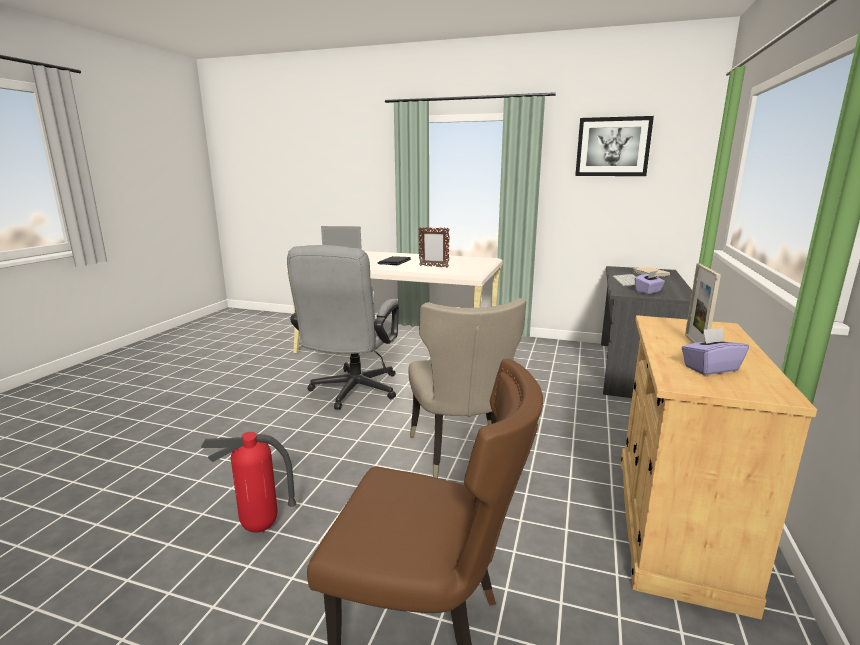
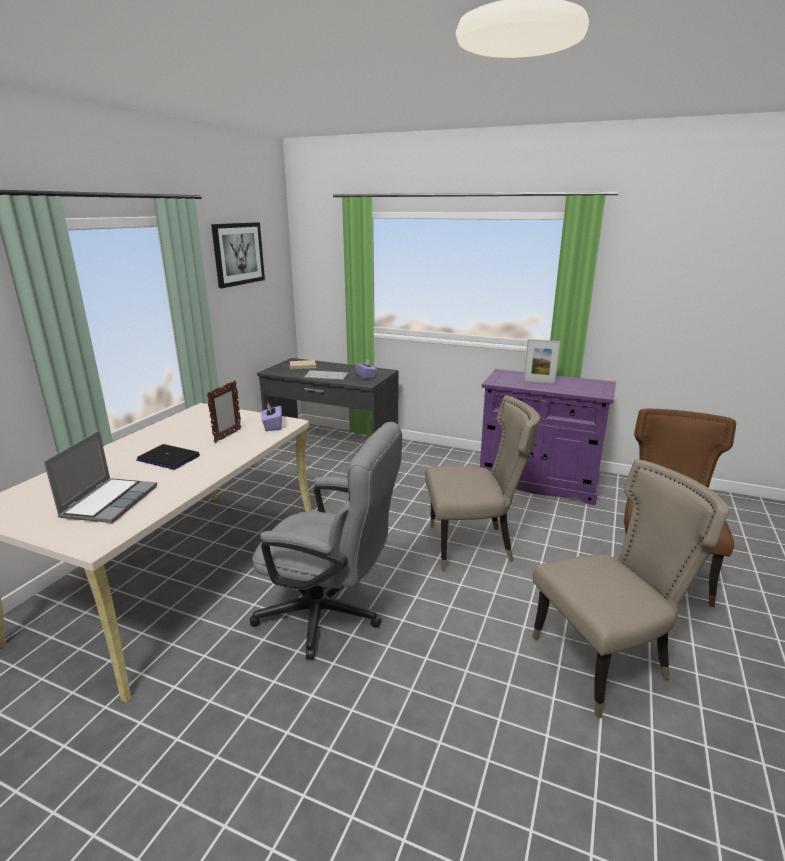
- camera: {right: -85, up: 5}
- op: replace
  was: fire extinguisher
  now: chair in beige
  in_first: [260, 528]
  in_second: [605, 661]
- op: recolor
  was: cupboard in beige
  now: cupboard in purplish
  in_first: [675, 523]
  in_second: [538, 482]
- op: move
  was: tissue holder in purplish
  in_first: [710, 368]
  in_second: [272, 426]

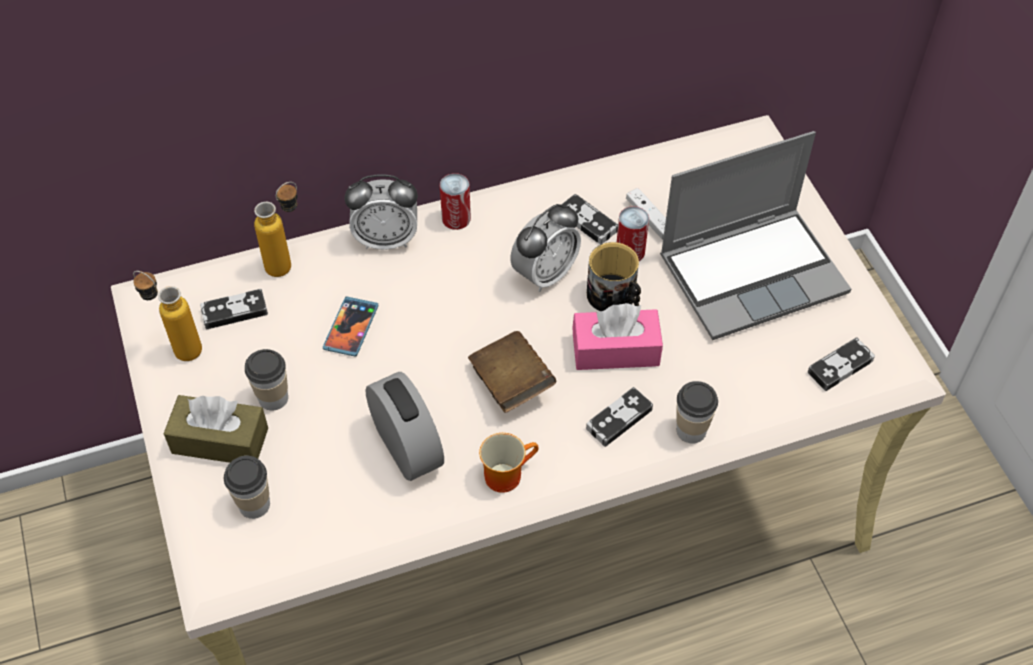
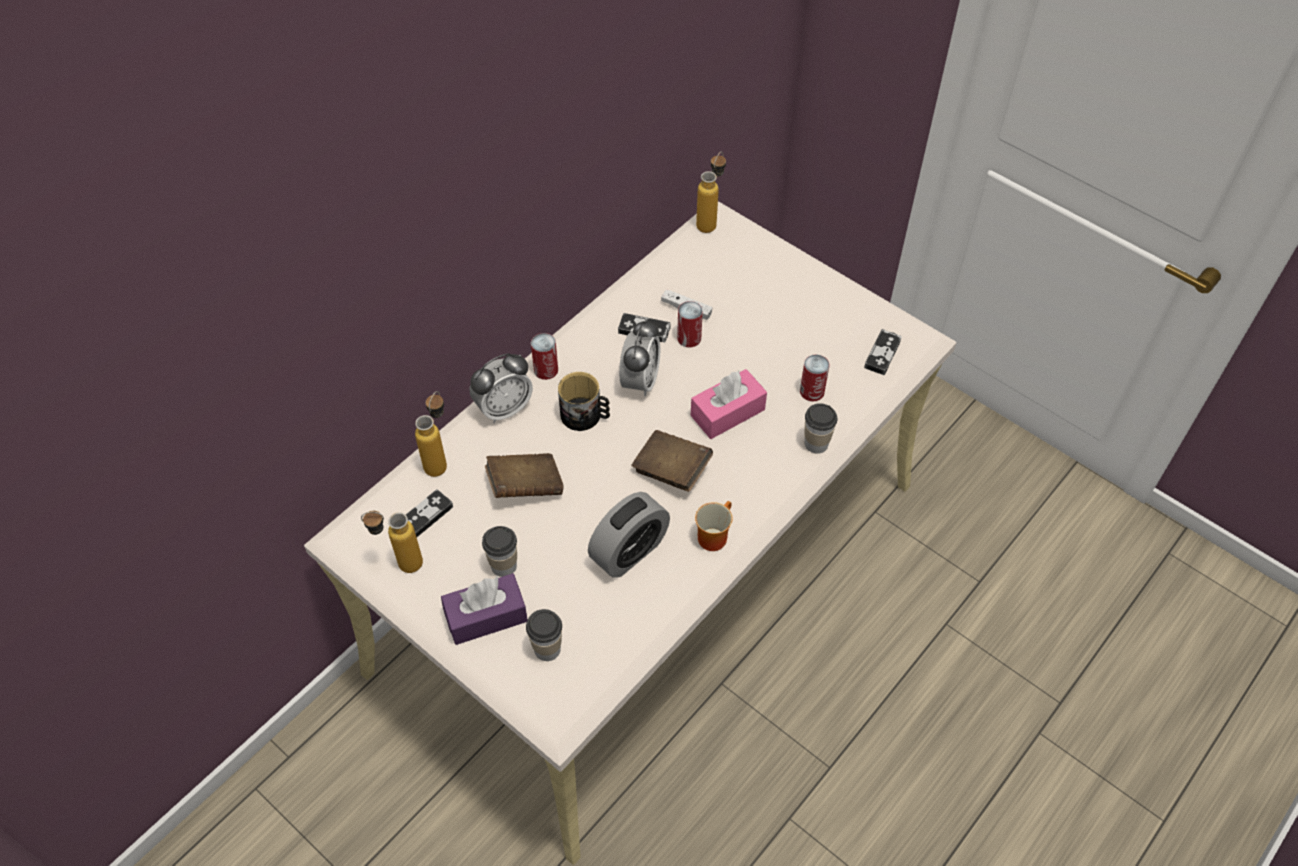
- camera: {right: -30, up: 0}
- op: recolor
  was: tissue holder in brown-coloured
  now: tissue holder in purplish
  in_first: [220, 440]
  in_second: [486, 616]
- op: replace
  was: telephone
  now: bound book in brown-coloured
  in_first: [351, 328]
  in_second: [525, 486]
- op: rotate
  was: bedside clock
  in_first: [407, 447]
  in_second: [629, 551]
  clockwise: 105
- op: delete
  was: joypad
  in_first: [619, 419]
- op: move
  was: mug
  in_first: [615, 298]
  in_second: [585, 415]
- op: delete
  was: laptop
  in_first: [753, 273]
- op: insert
  now: drink bottle
  in_second: [710, 221]
- op: insert
  now: sealed can
  in_second: [812, 391]

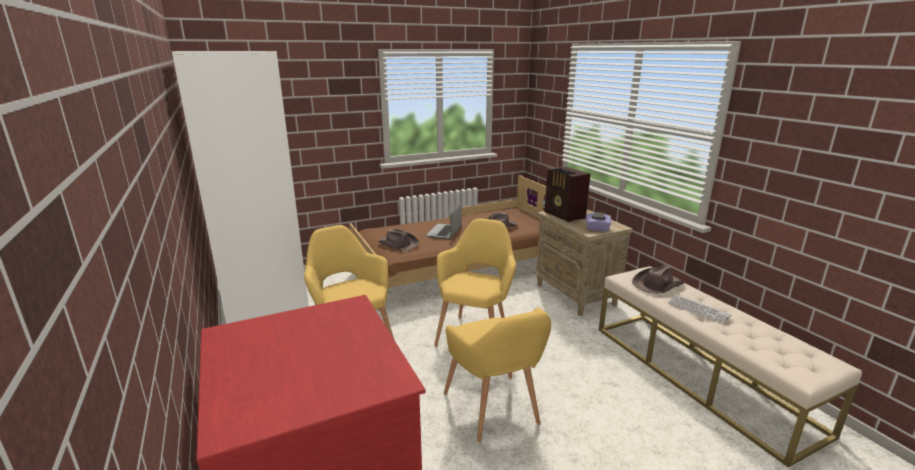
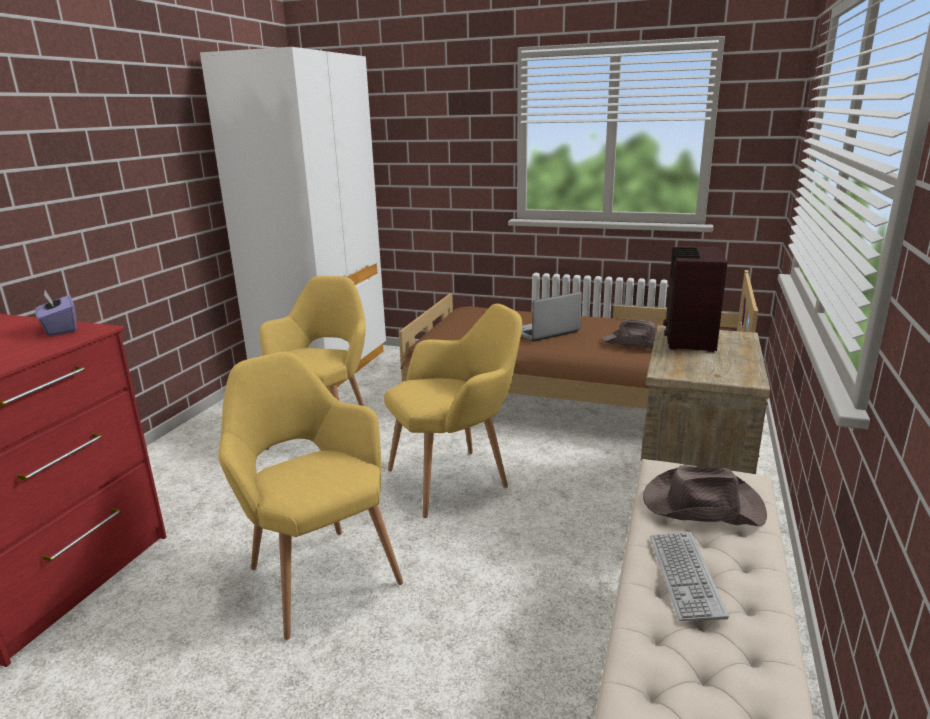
- camera: {right: 45, up: 0}
- op: delete
  was: clothing hat in brown-coloured
  in_first: [398, 244]
- op: rotate
  was: armchair in yellow
  in_first: [495, 412]
  in_second: [317, 572]
  clockwise: 120
- op: move
  was: tissue holder in purplish
  in_first: [597, 229]
  in_second: [60, 329]

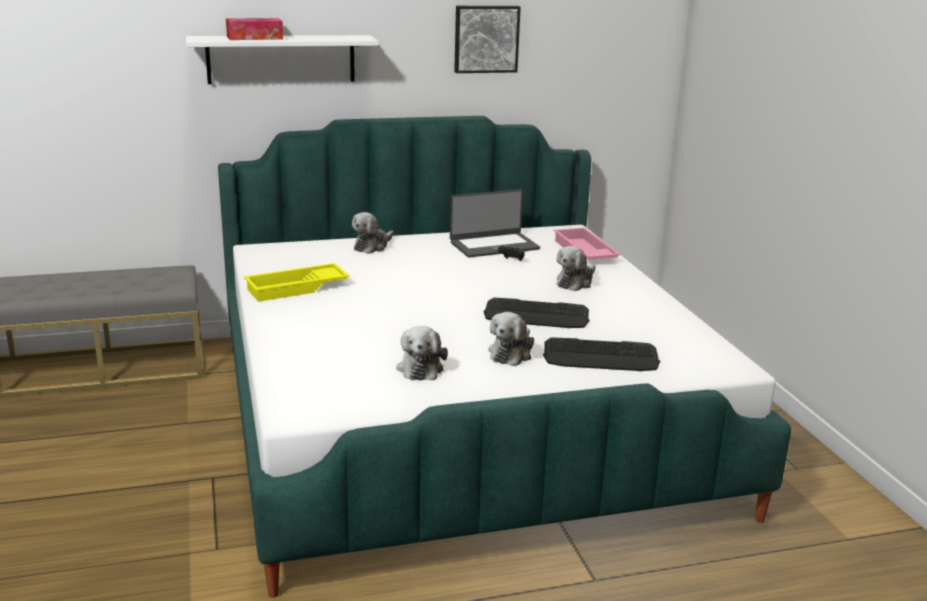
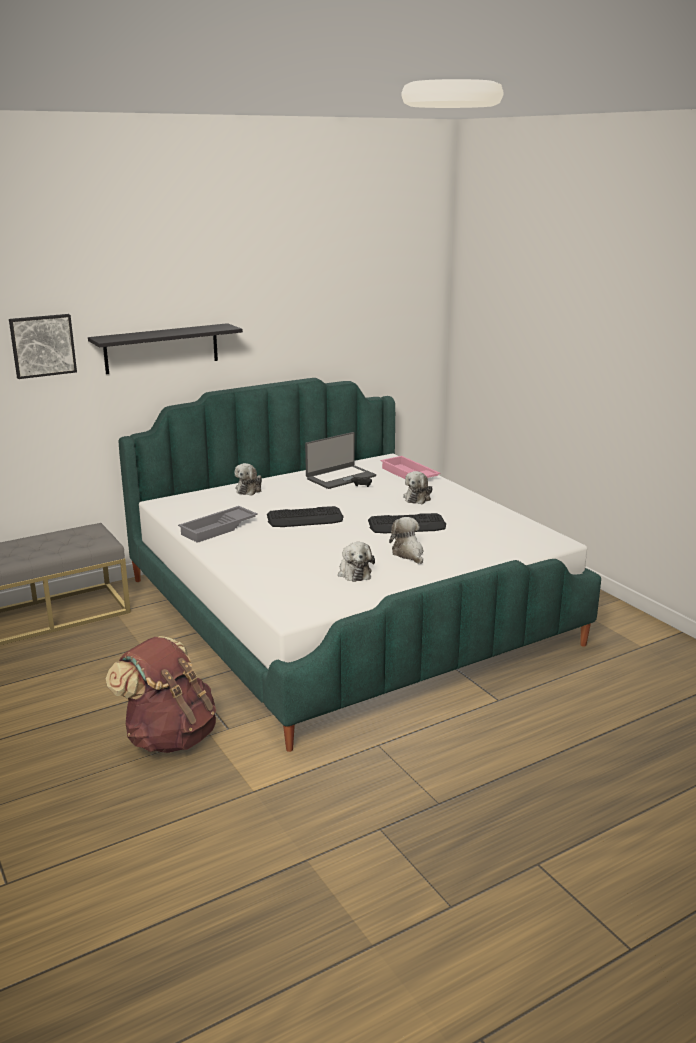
- camera: {right: -15, up: 0}
- op: recolor
  was: shelf in white-coloured
  now: shelf in black-coloured
  in_first: [281, 59]
  in_second: [161, 348]
- op: delete
  was: tissue holder
  in_first: [255, 38]
- op: recolor
  was: tray in yellow
  now: tray in gray
  in_first: [297, 288]
  in_second: [219, 529]
- op: move
  was: wall picture
  in_first: [486, 39]
  in_second: [42, 345]
- op: rotate
  was: cuddly toy
  in_first: [511, 353]
  in_second: [408, 554]
  clockwise: 150
- op: move
  was: keyboard
  in_first: [601, 357]
  in_second: [305, 518]
- op: insert
  now: knapsack in brown-coloured
  in_second: [169, 737]

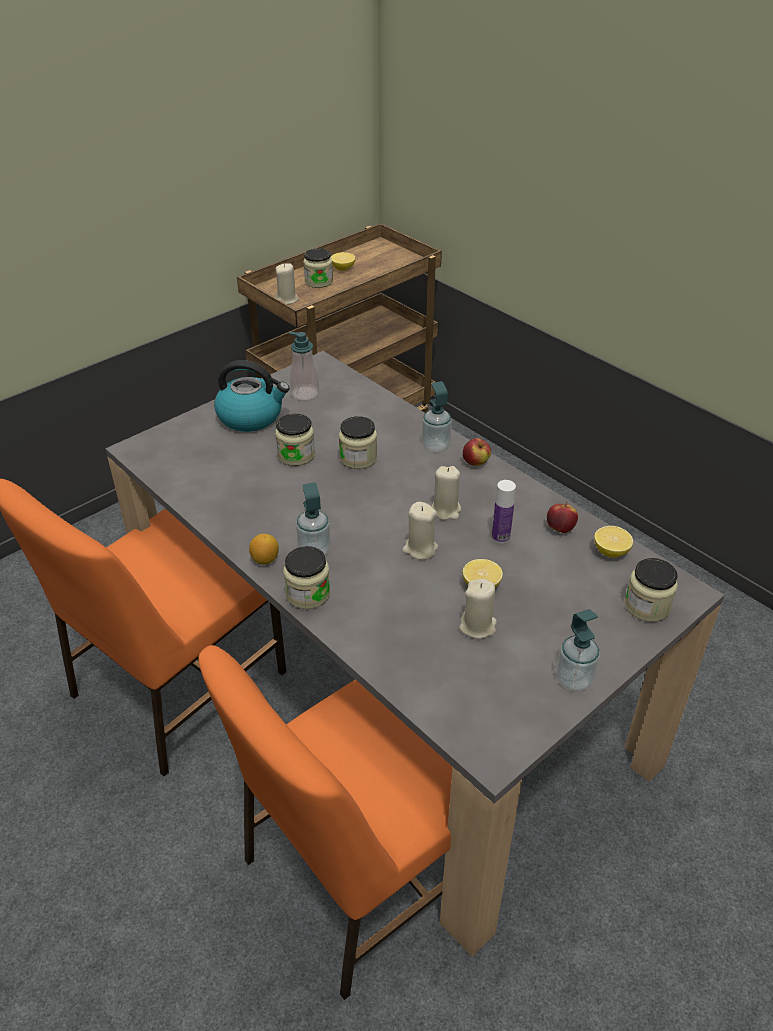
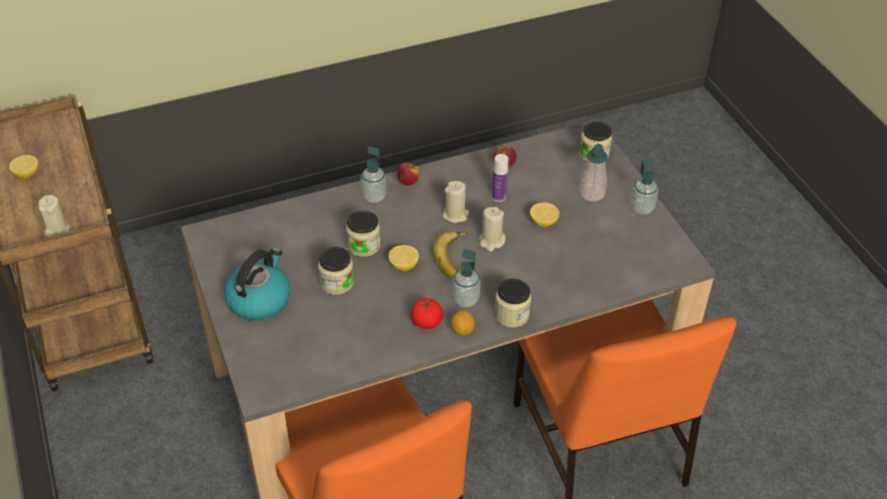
- camera: {right: -70, up: 5}
- op: move
  was: soap dispenser
  in_first: [305, 393]
  in_second: [591, 193]
- op: delete
  was: preserve jar
  in_first: [319, 281]
- op: delete
  was: candle in beige
  in_first: [478, 626]
- op: move
  was: citrus fruit
  in_first: [610, 551]
  in_second: [403, 265]
- op: insert
  now: whole tomato
  in_second: [426, 322]
- op: insert
  now: whole banana
  in_second: [456, 258]

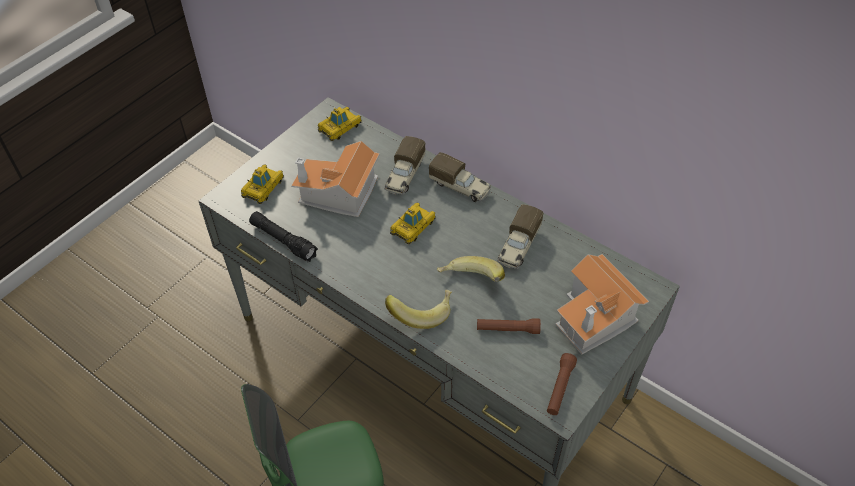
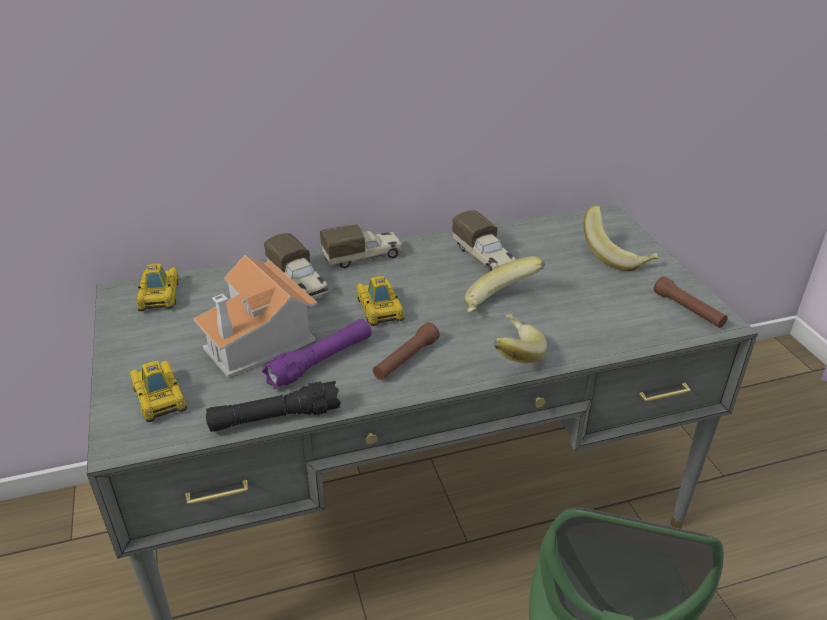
- camera: {right: -55, up: -15}
- op: move
  was: flashlight in brown-coloured
  in_first: [507, 329]
  in_second: [406, 359]
- op: replace
  was: model house
  now: whole banana
  in_first: [595, 318]
  in_second: [616, 256]
- op: insert
  now: flashlight in purplish
  in_second: [320, 361]

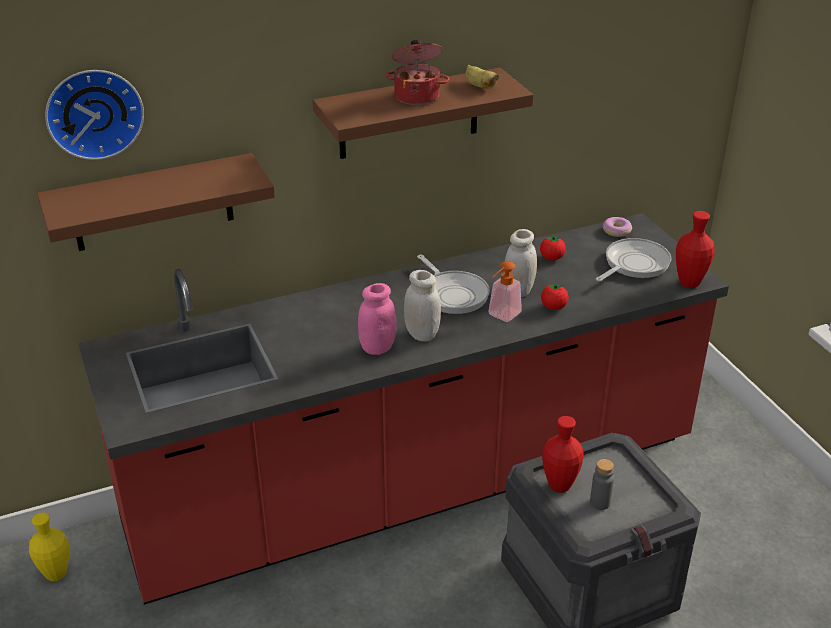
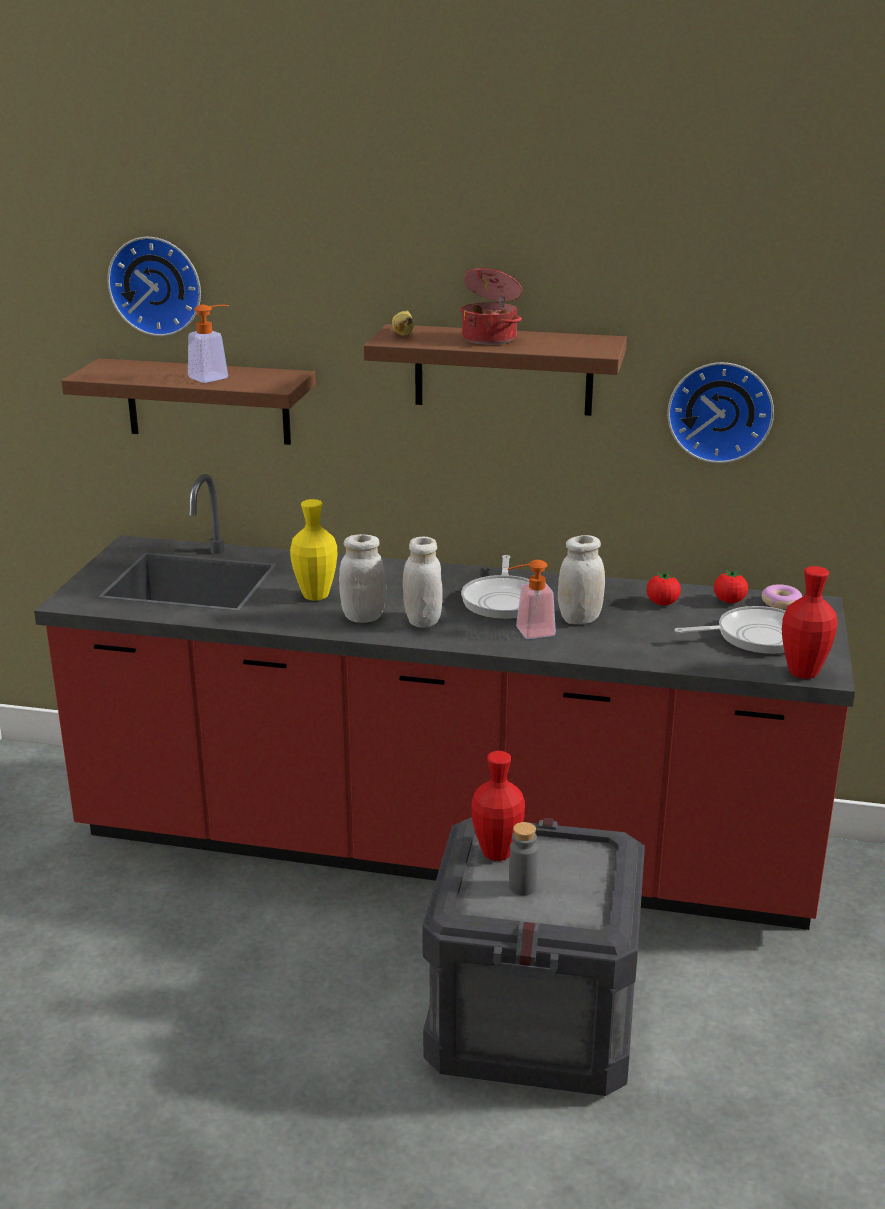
- camera: {right: 35, up: -10}
- op: move
  was: decorative vase in yellow
  in_first: [56, 574]
  in_second: [315, 596]
- op: recolor
  was: preserve jar in pink
  now: preserve jar in white-coloured
  in_first: [377, 347]
  in_second: [363, 617]
- op: move
  was: whole banana
  in_first: [479, 86]
  in_second: [403, 334]
- op: move
  was: whole tomato
  in_first: [553, 307]
  in_second: [729, 601]
- op: insert
  now: soap dispenser
  in_second: [214, 377]
- op: insert
  now: clock on the wall
  in_second: [720, 410]

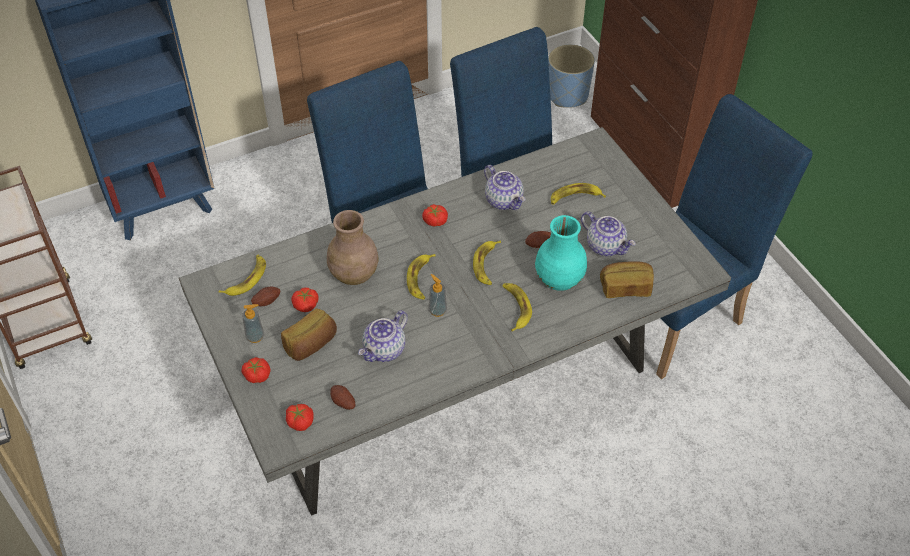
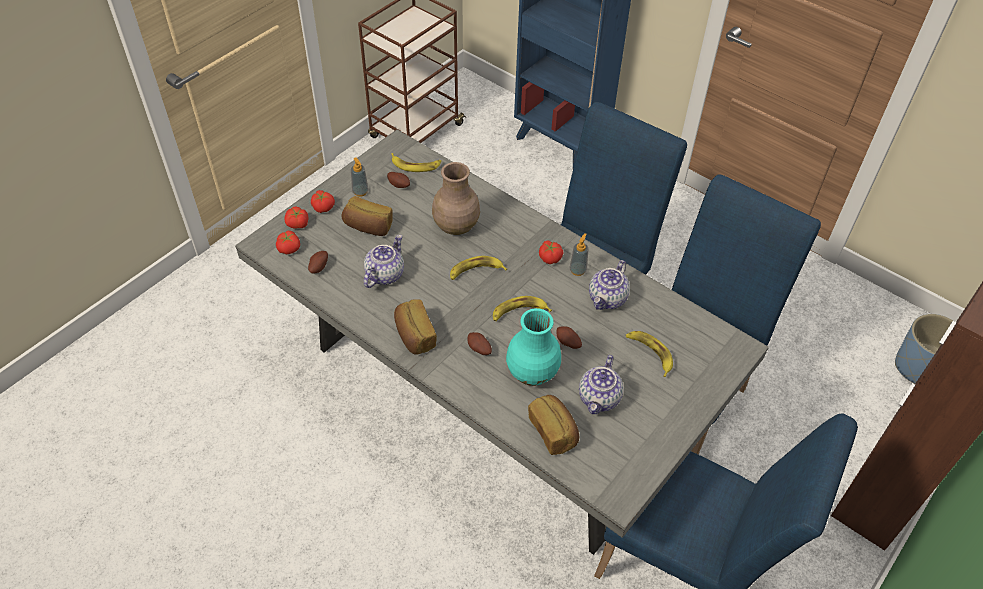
- camera: {right: 65, up: 0}
- op: move
  was: whole tomato
  in_first: [306, 305]
  in_second: [297, 224]
- op: rotate
  was: tea pot
  in_first: [384, 350]
  in_second: [384, 274]
  clockwise: 105
- op: move
  was: soap dispenser
  in_first: [437, 310]
  in_second: [578, 270]
- op: replace
  was: whole banana
  now: potato
  in_first: [515, 308]
  in_second: [479, 349]
- op: insert
  now: baked bread
  in_second: [414, 336]

